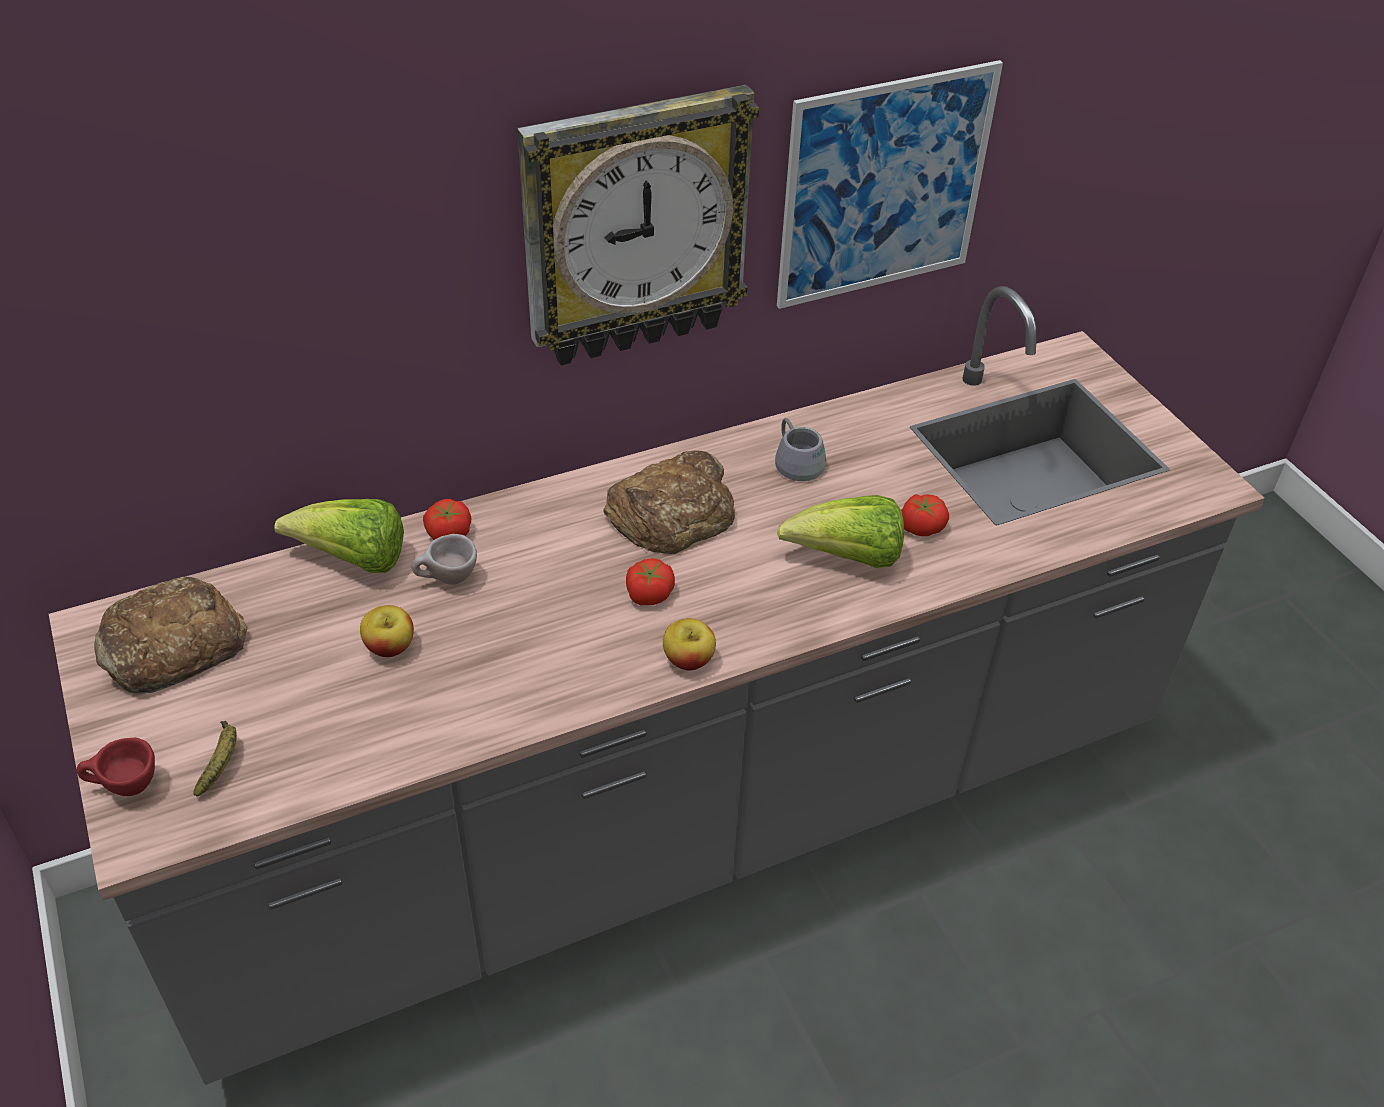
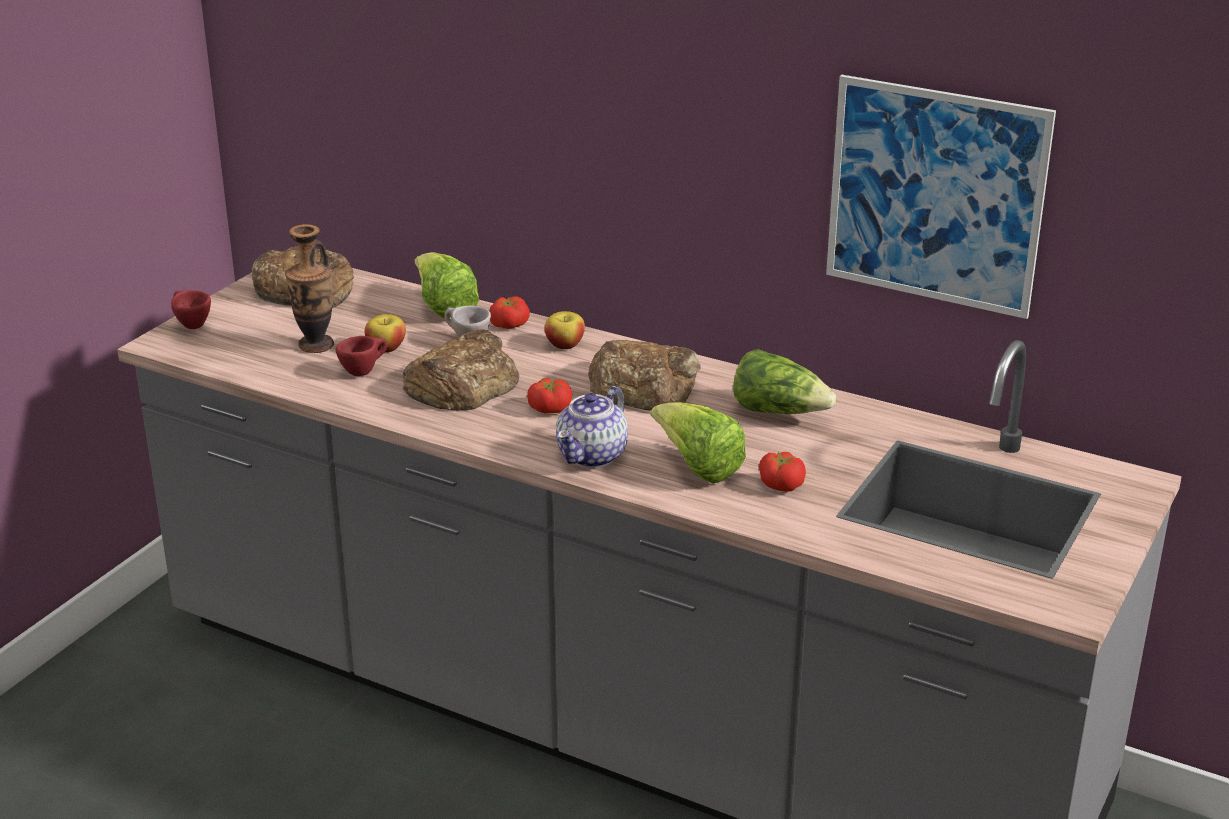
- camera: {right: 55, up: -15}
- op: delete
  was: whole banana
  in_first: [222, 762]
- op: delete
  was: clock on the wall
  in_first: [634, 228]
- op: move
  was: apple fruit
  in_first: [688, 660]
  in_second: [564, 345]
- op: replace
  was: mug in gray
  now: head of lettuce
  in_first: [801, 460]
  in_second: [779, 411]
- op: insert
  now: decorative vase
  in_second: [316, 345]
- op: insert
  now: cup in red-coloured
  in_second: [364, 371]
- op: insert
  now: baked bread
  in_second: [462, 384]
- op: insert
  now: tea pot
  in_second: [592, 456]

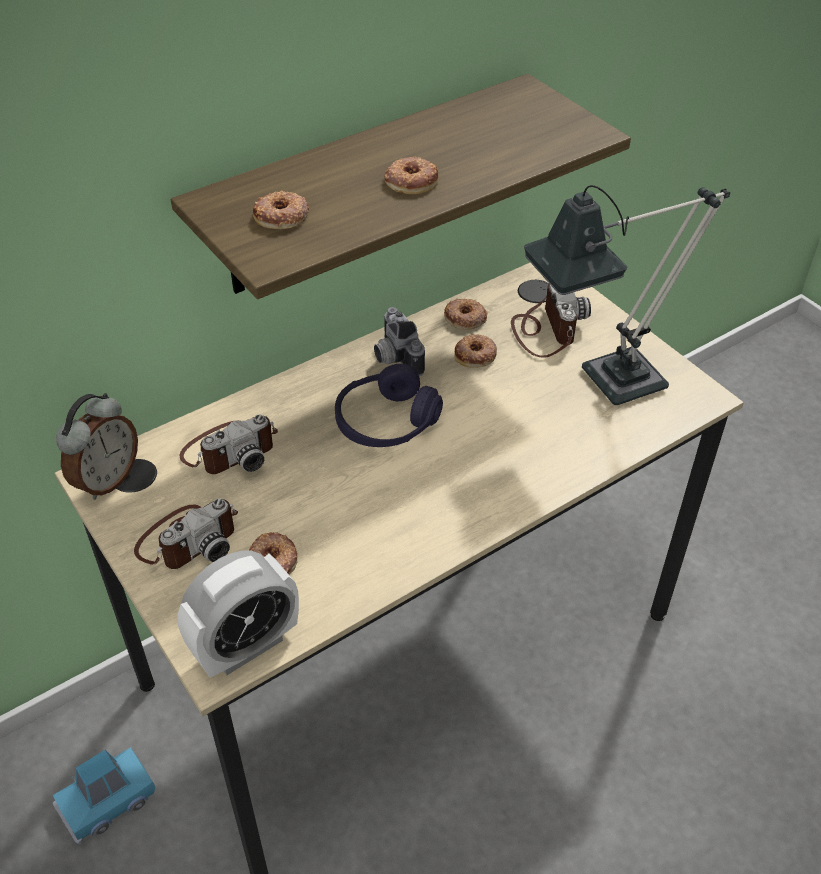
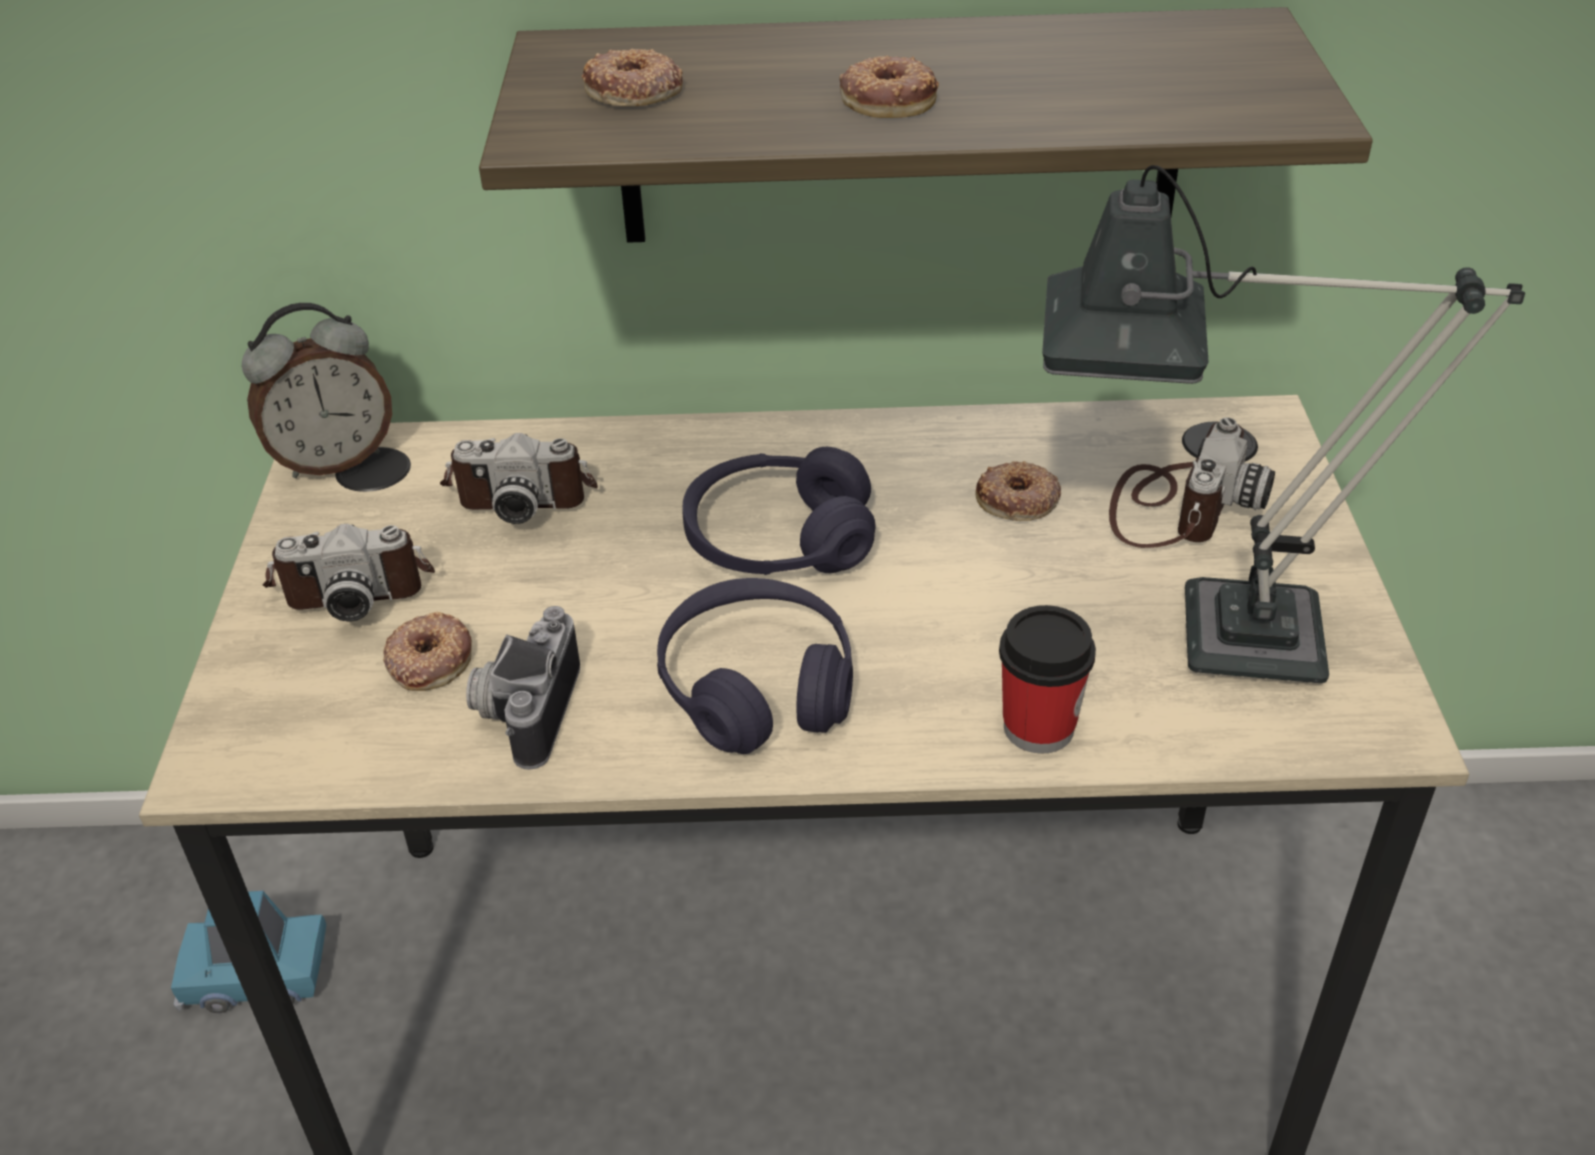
- camera: {right: 35, up: -5}
- op: delete
  was: bedside clock
  in_first: [246, 646]
- op: move
  was: still camera
  in_first: [394, 357]
  in_second: [524, 710]
- op: delete
  was: doughnut
  in_first: [465, 318]
- op: insert
  now: headset in purplish
  in_second: [757, 687]
- op: insert
  now: cup
  in_second: [1038, 727]

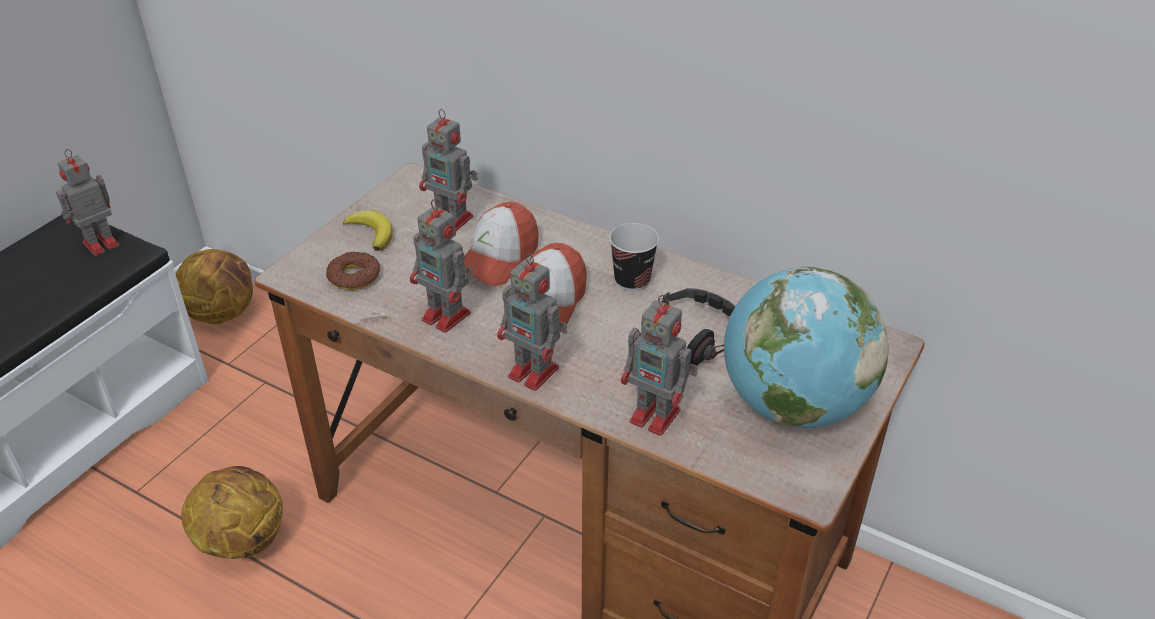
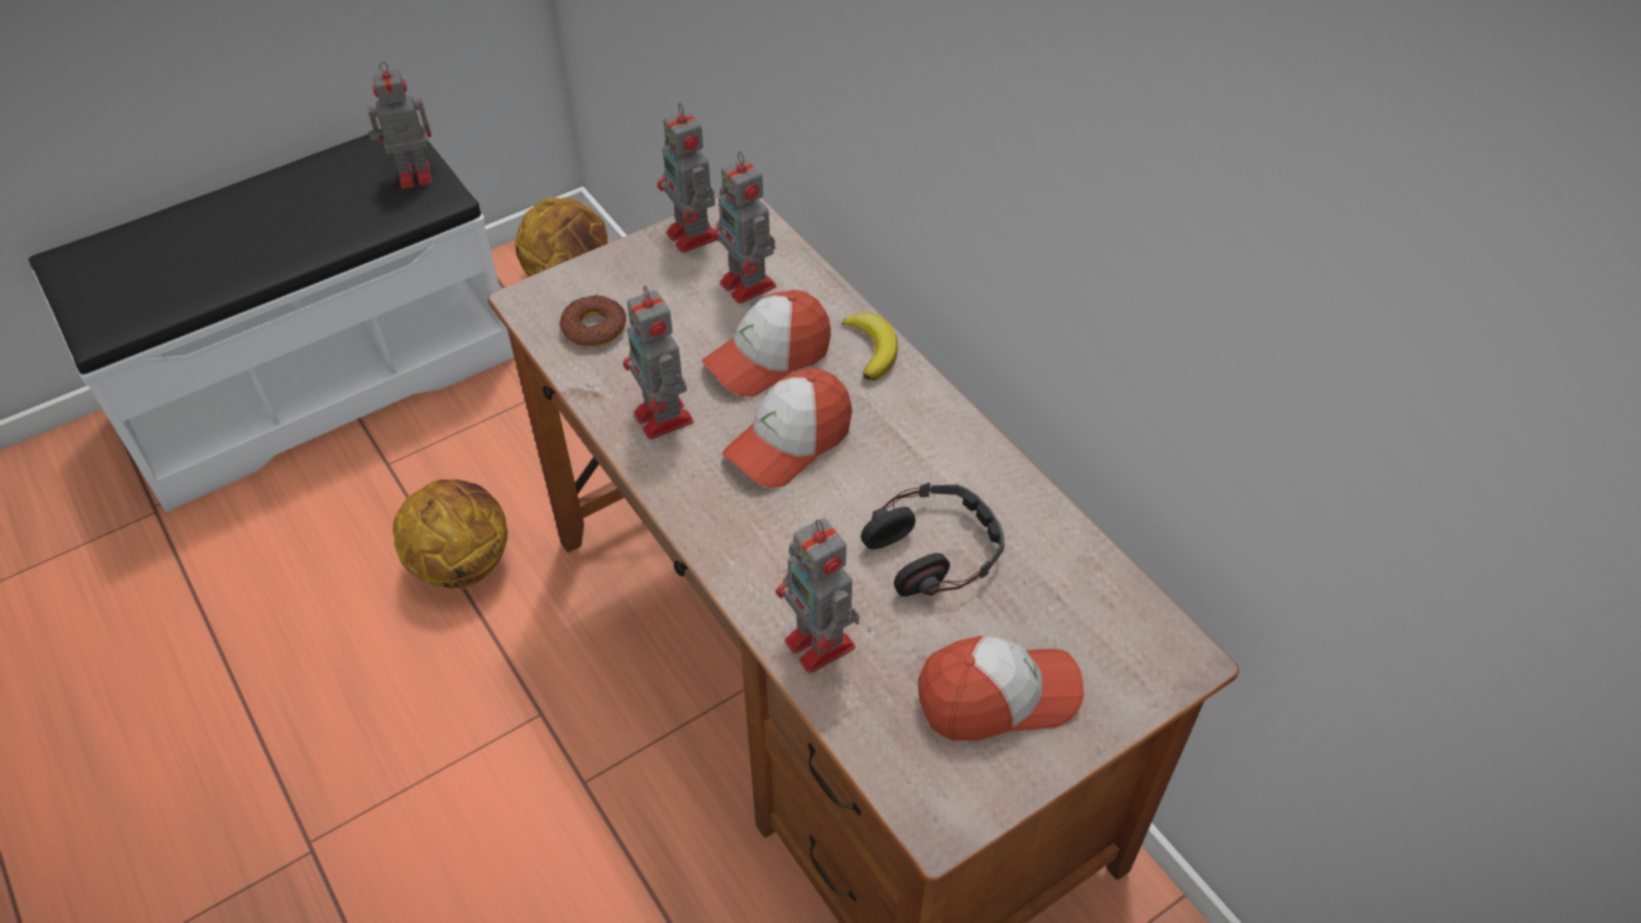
- camera: {right: 25, up: 10}
- op: move
  was: whole banana
  in_first: [372, 233]
  in_second: [872, 349]
- op: move
  was: model robot
  in_first: [535, 373]
  in_second: [694, 237]
- op: delete
  was: cup
  in_first: [632, 280]
- op: replace
  was: desk globe
  now: peaked cap
  in_first: [792, 405]
  in_second: [997, 696]

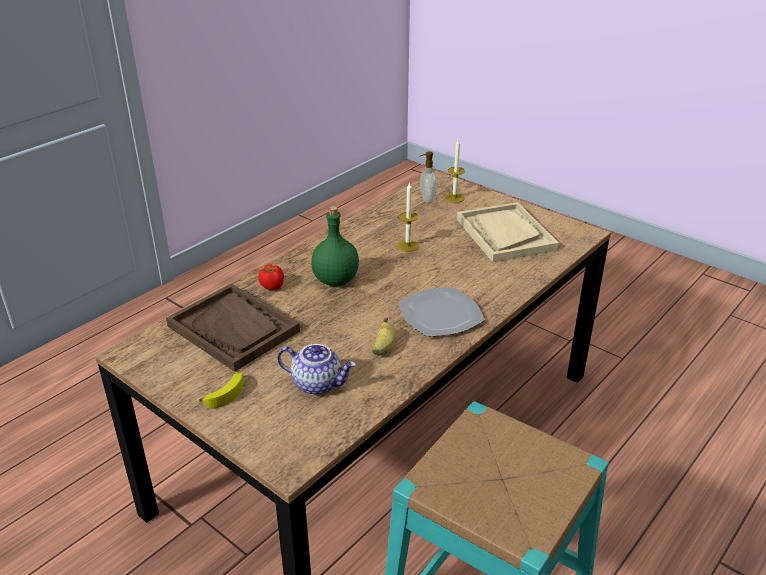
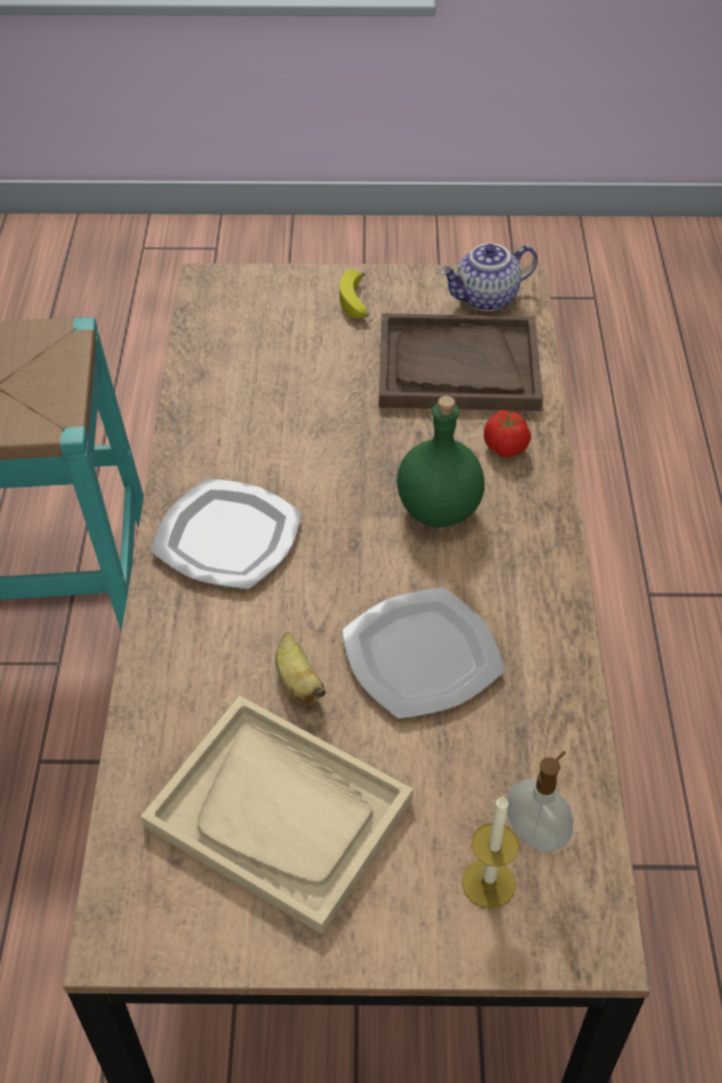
- camera: {right: 140, up: 15}
- op: move
  was: tea pot
  in_first: [318, 384]
  in_second: [486, 299]
- op: move
  was: whole banana
  in_first: [383, 348]
  in_second: [298, 681]
- op: replace
  was: candle
  now: flat dish
  in_first: [408, 246]
  in_second: [419, 655]

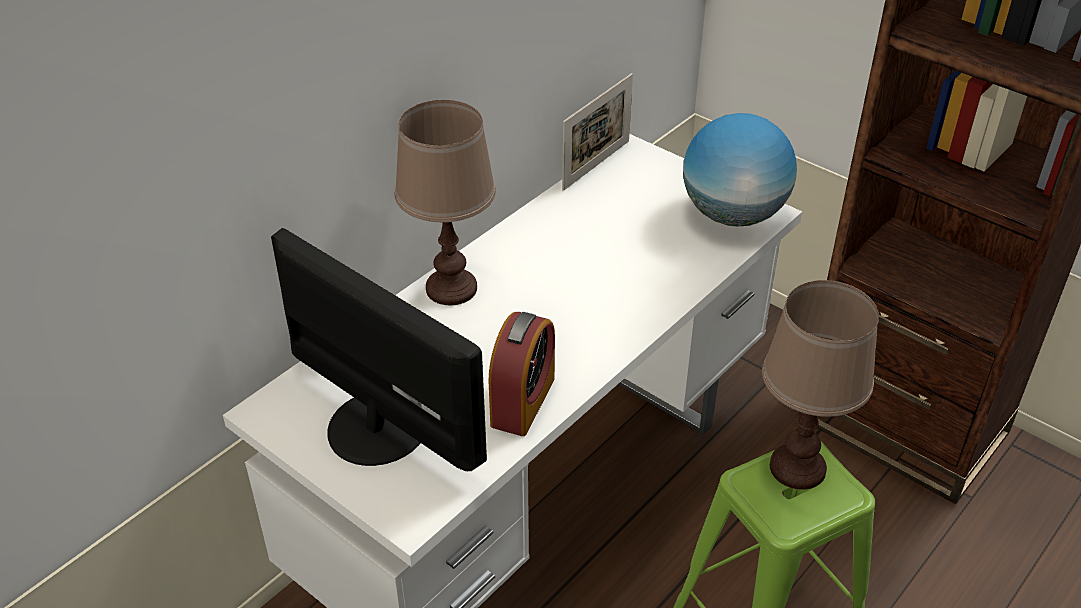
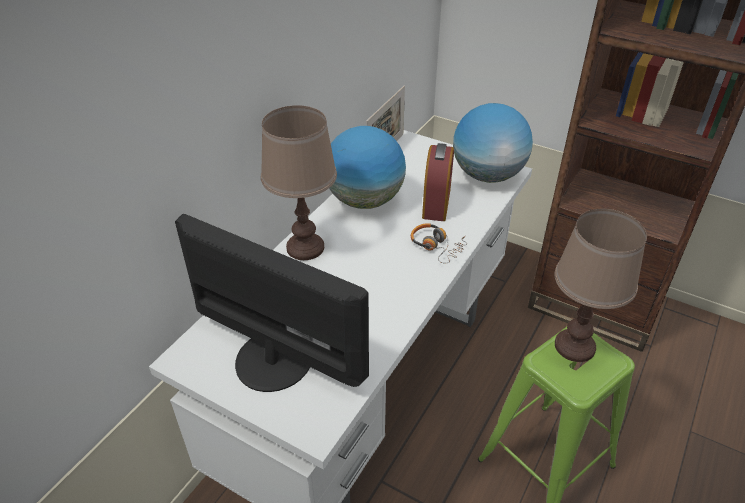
- camera: {right: -10, up: 0}
- op: move
  was: bedside clock
  in_first: [523, 402]
  in_second: [436, 204]
- op: insert
  now: desk globe
  in_second: [364, 200]
- op: insert
  now: headset
  in_second: [437, 246]

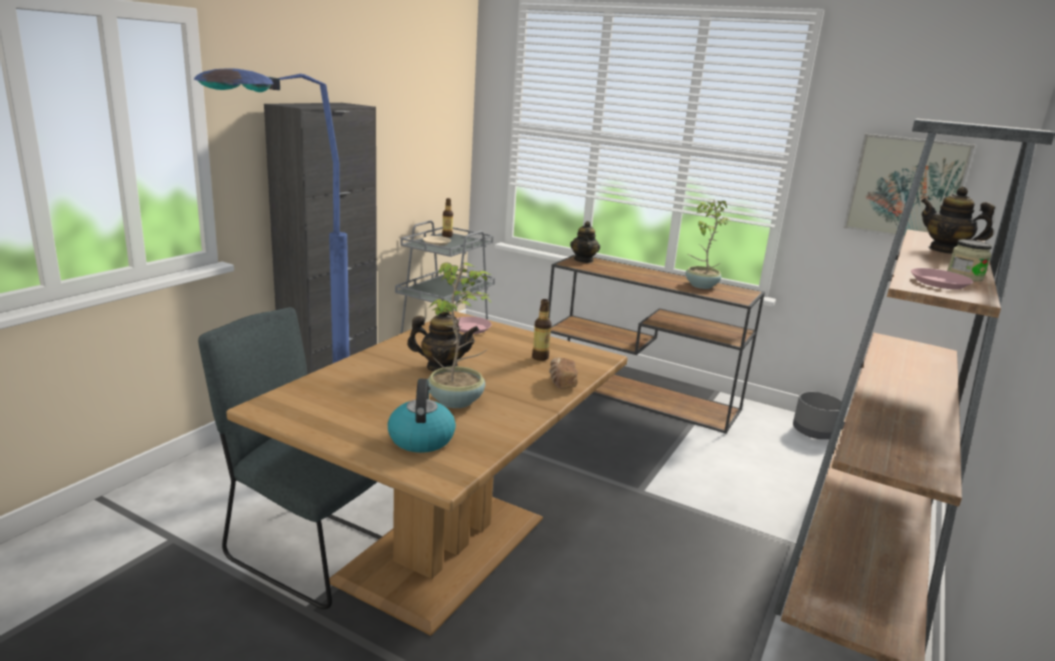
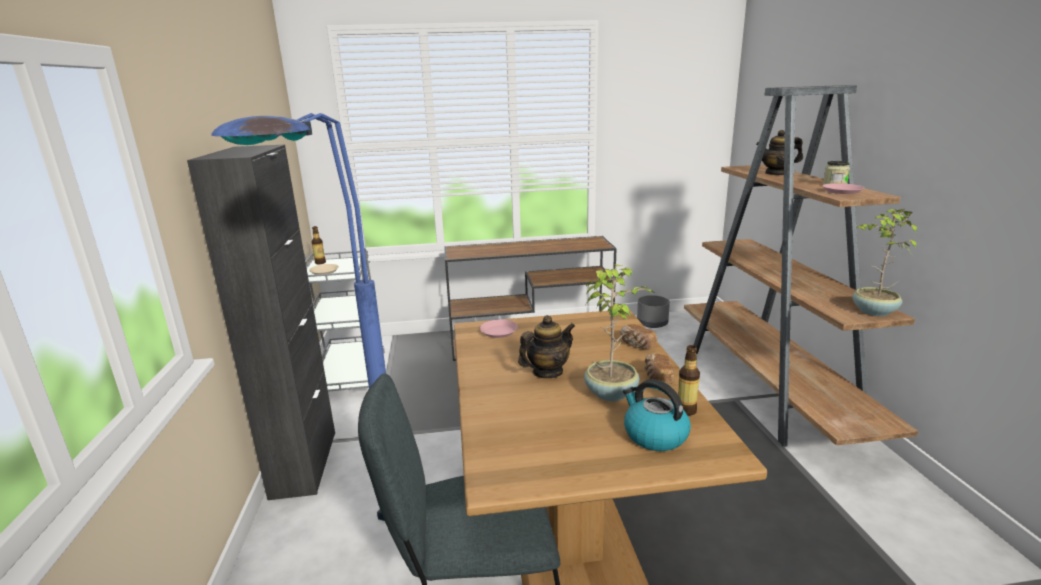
- camera: {right: -35, up: 0}
- op: move
  was: drink bottle
  in_first: [540, 357]
  in_second: [686, 410]
- op: delete
  was: tea pot
  in_first: [584, 260]
- op: move
  was: potted plant
  in_first: [700, 286]
  in_second: [873, 312]
- op: delete
  was: wall picture
  in_first: [905, 188]
- op: insert
  now: baked bread
  in_second: [657, 378]

